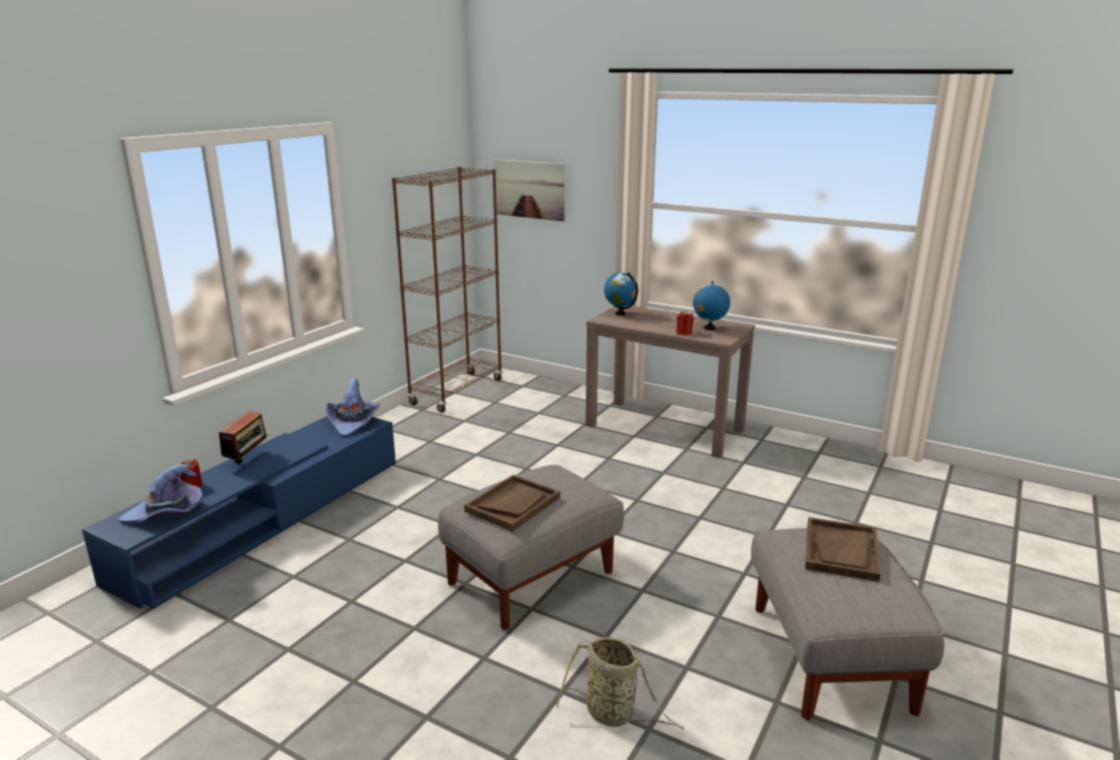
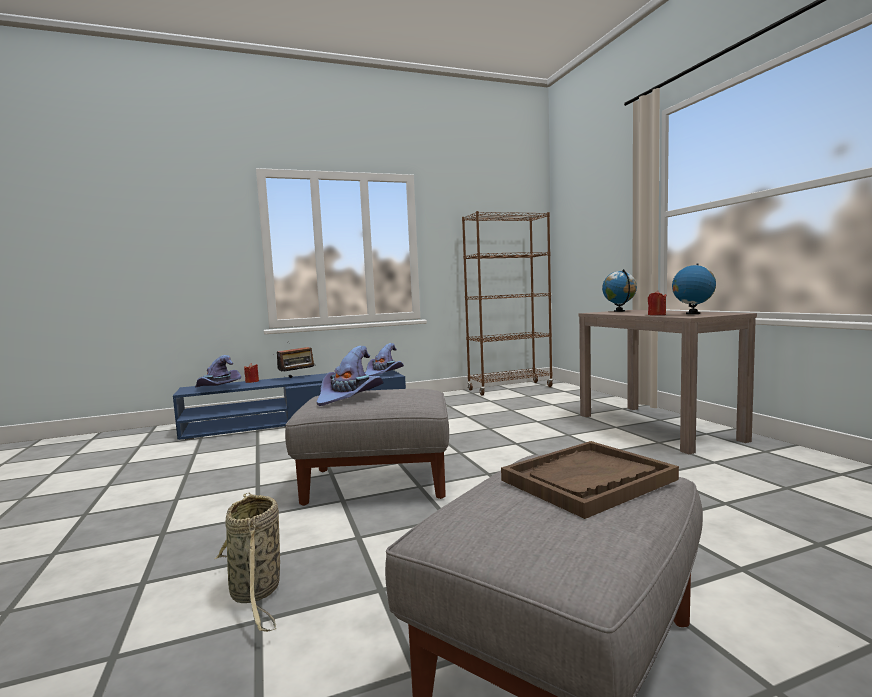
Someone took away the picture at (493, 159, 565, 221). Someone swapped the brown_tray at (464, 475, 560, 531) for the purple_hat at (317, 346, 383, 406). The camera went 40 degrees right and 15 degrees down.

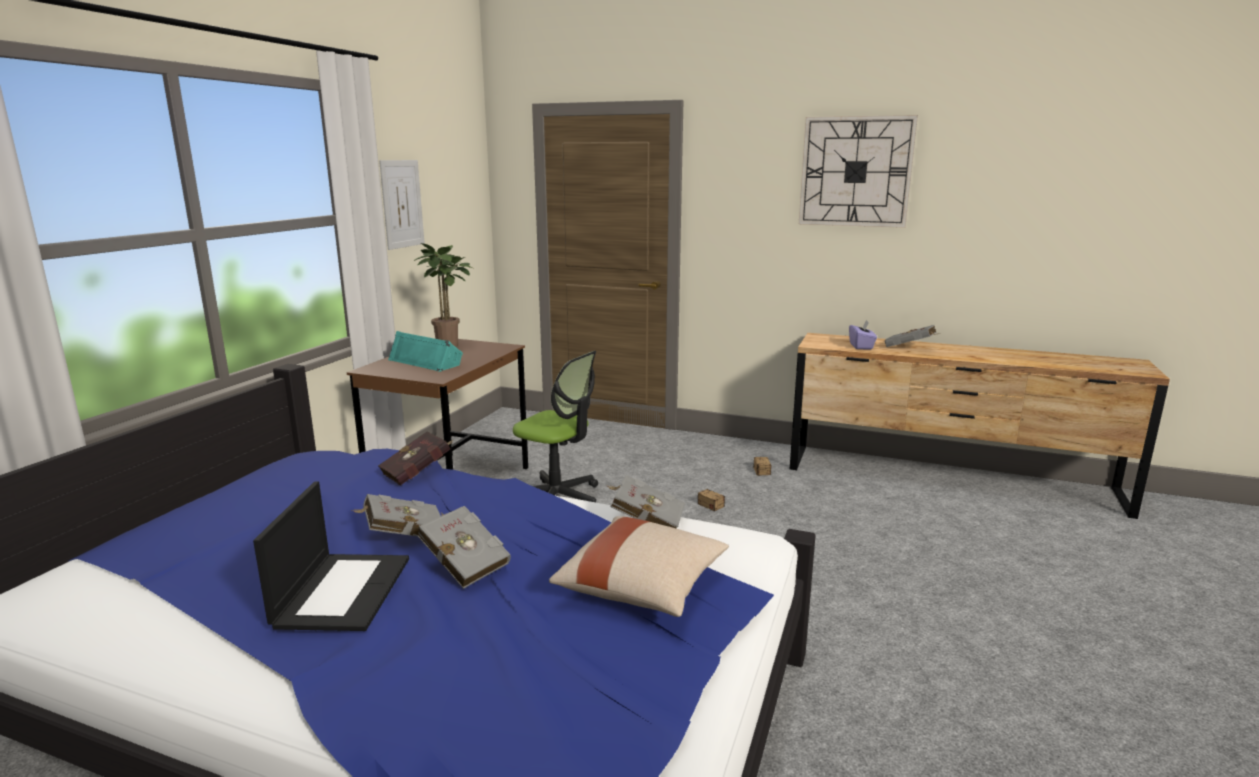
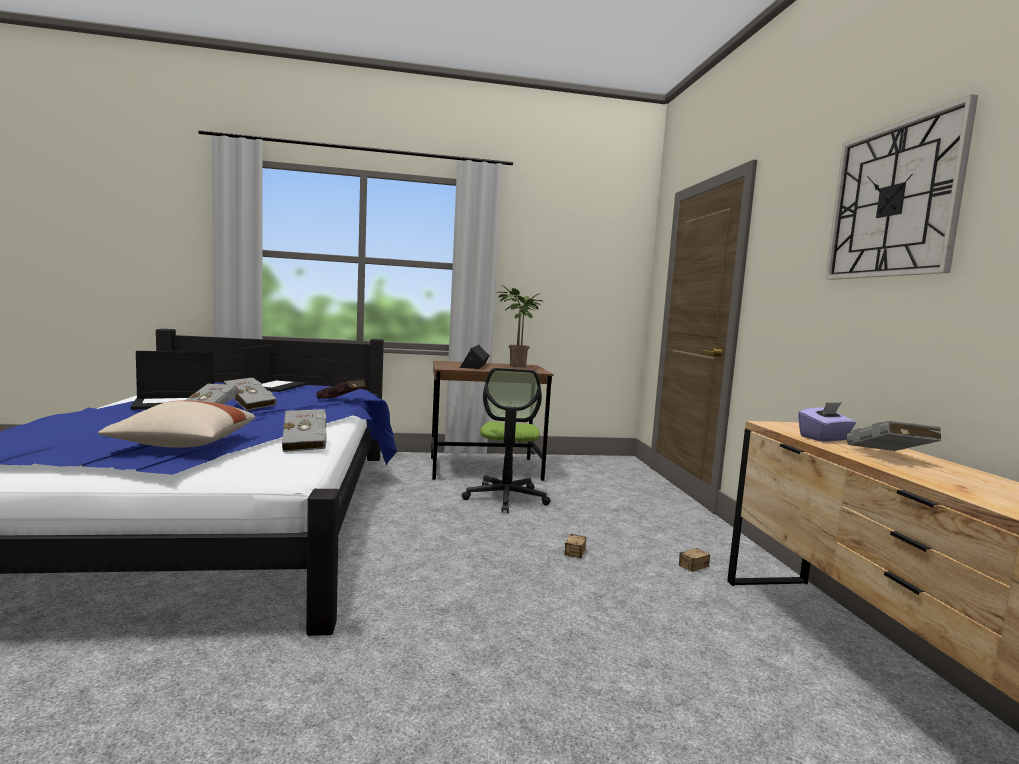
Someone took away the picture at (379, 160, 425, 250). Someone put down the laptop at (240, 344, 307, 392). Someone repainted the turquoise_speaker at (388, 331, 463, 372), which became the black_speaker at (460, 344, 490, 369). The camera went 60 degrees right and 10 degrees down.

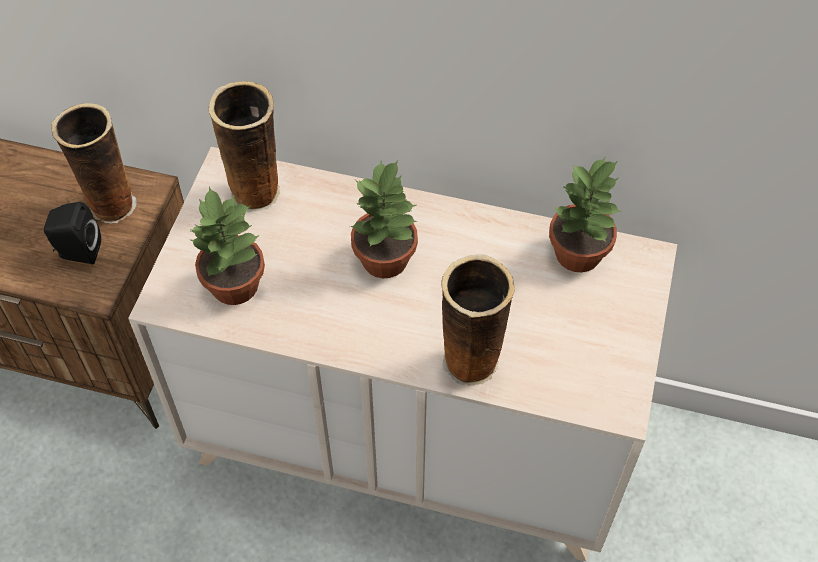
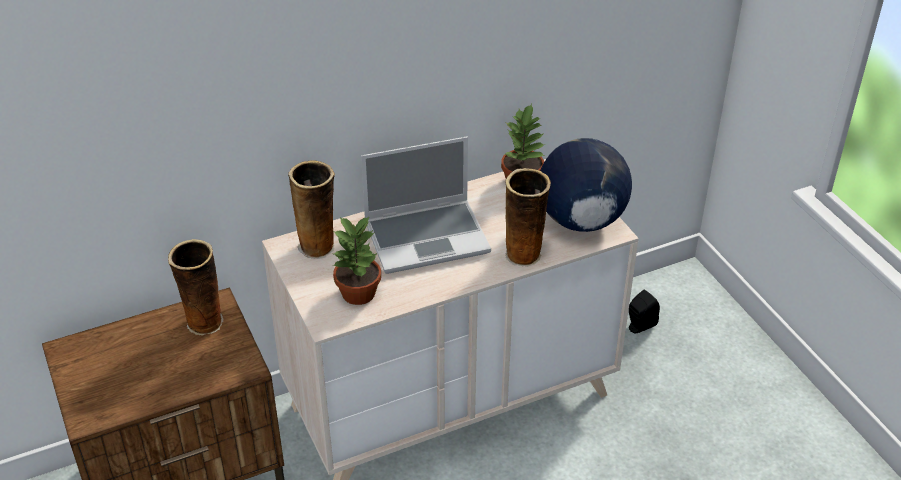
Someone put down the globe at (540, 138, 632, 232). Someone carried the black_speaker from (44, 202, 101, 264) to (629, 289, 660, 334). Someone swapped the potted_plant at (350, 160, 418, 278) for the laptop at (361, 137, 491, 274). The camera went 40 degrees left and 15 degrees down.

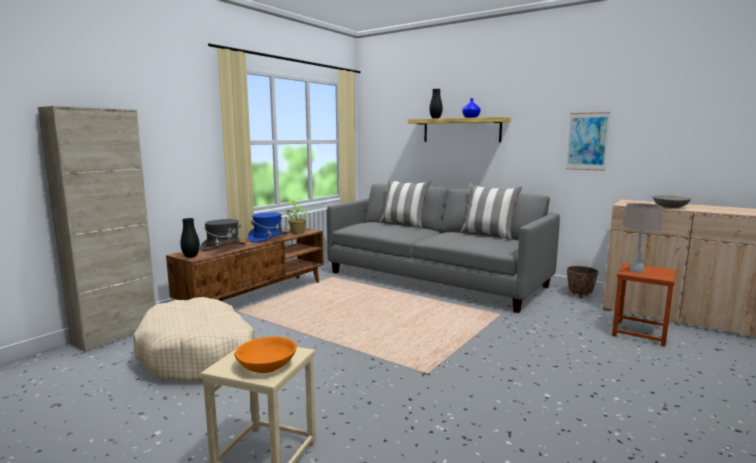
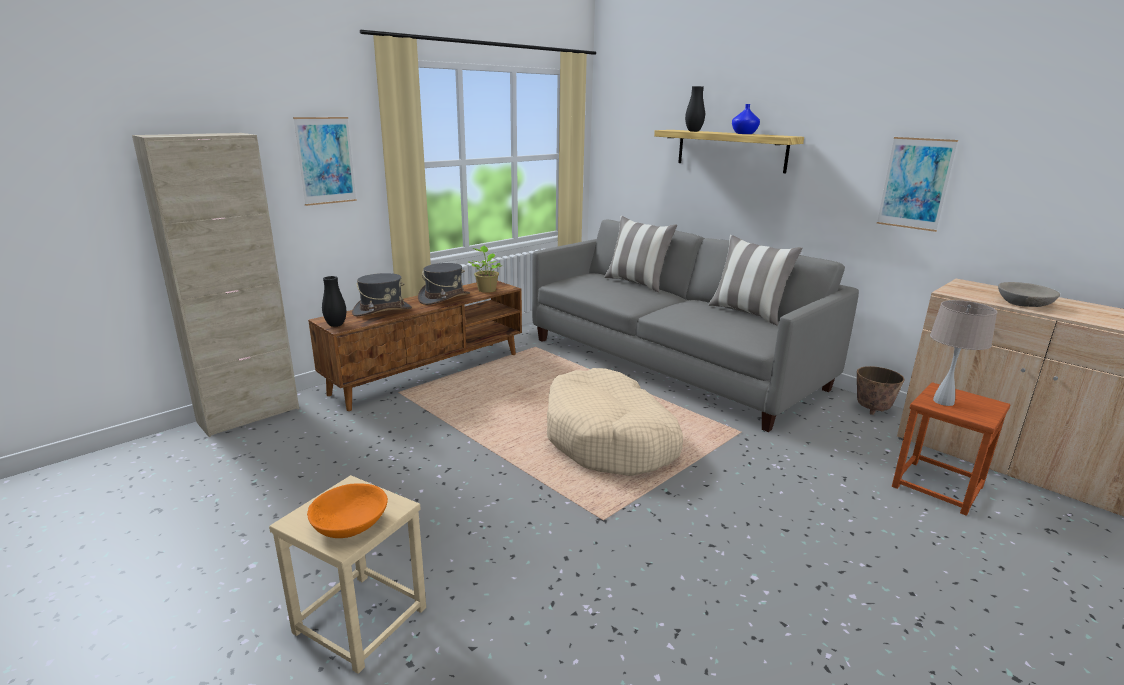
Someone put up the picture at (293, 117, 357, 206). Someone carried the beige_dog_bed from (133, 297, 256, 382) to (547, 368, 683, 476). Someone repainted the blue_hat at (248, 213, 287, 243), which became the grey_hat at (418, 263, 470, 305). The camera went 10 degrees right and 10 degrees up.

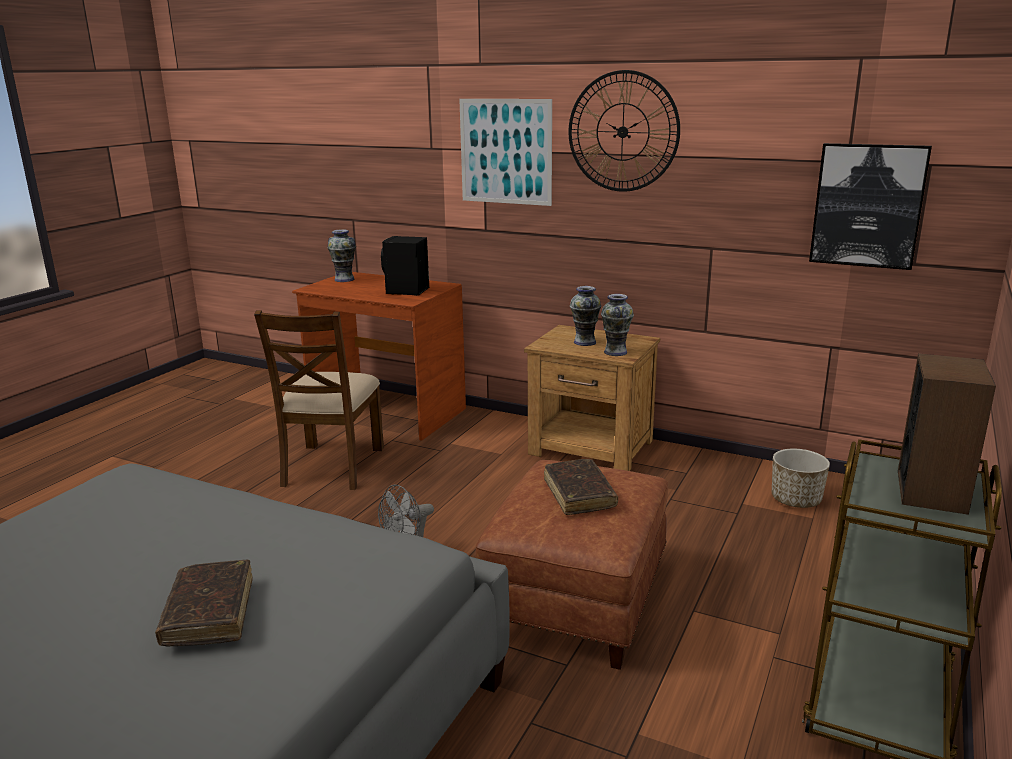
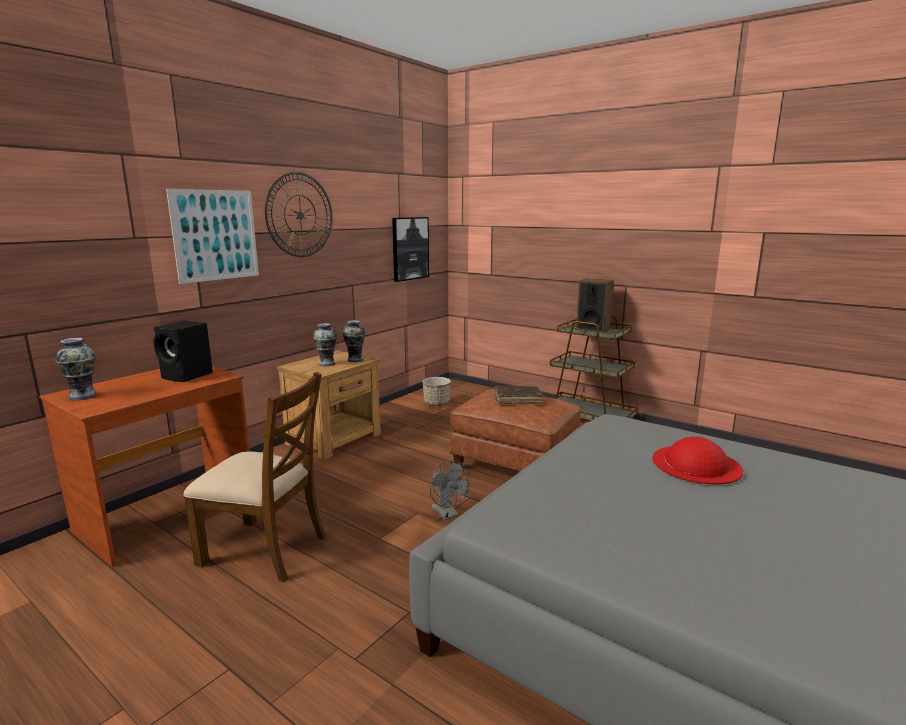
Someone swapped the brown_book at (155, 559, 252, 646) for the red_hat at (653, 437, 743, 485). The camera went 80 degrees left and 5 degrees down.

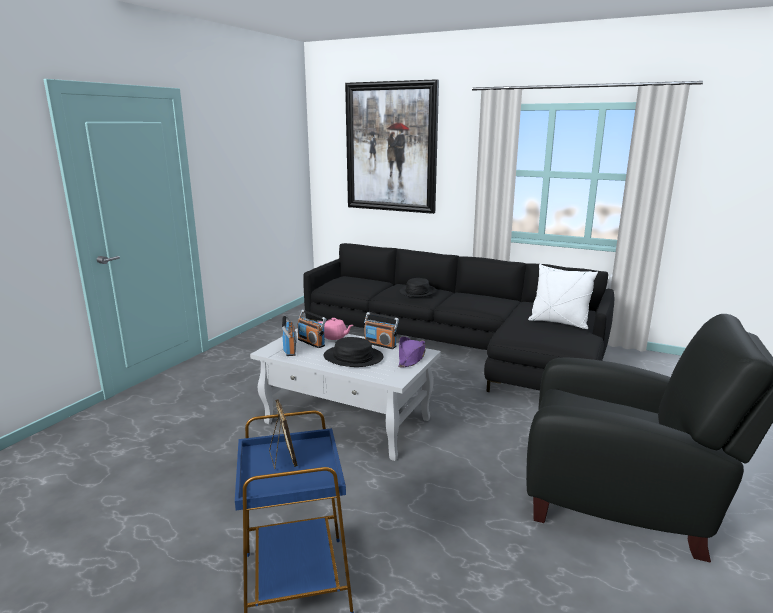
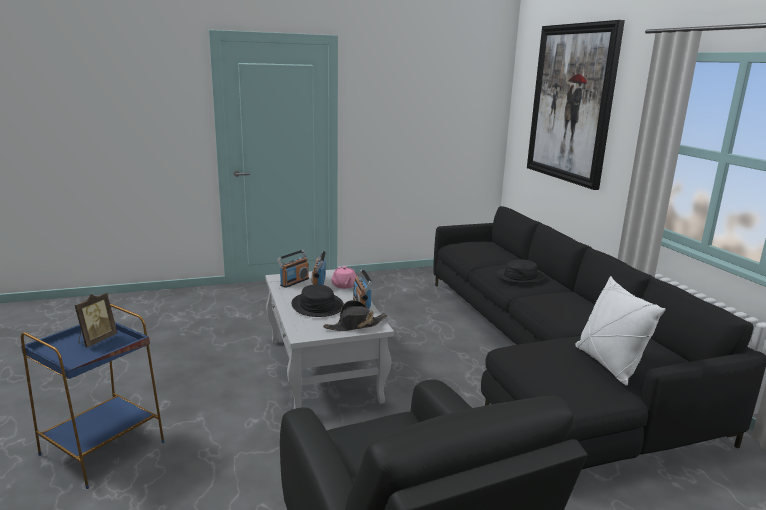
Someone repainted the purple_hat at (398, 337, 425, 368), which became the black_hat at (323, 300, 387, 331). The camera went 45 degrees right and 0 degrees up.

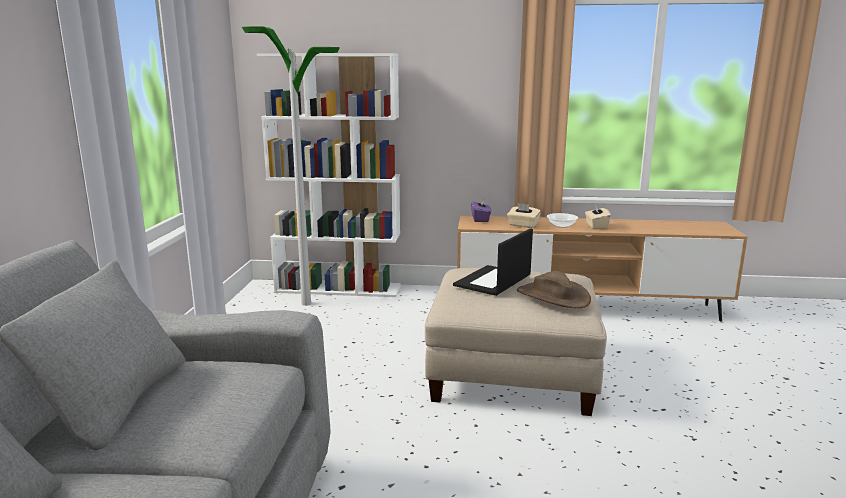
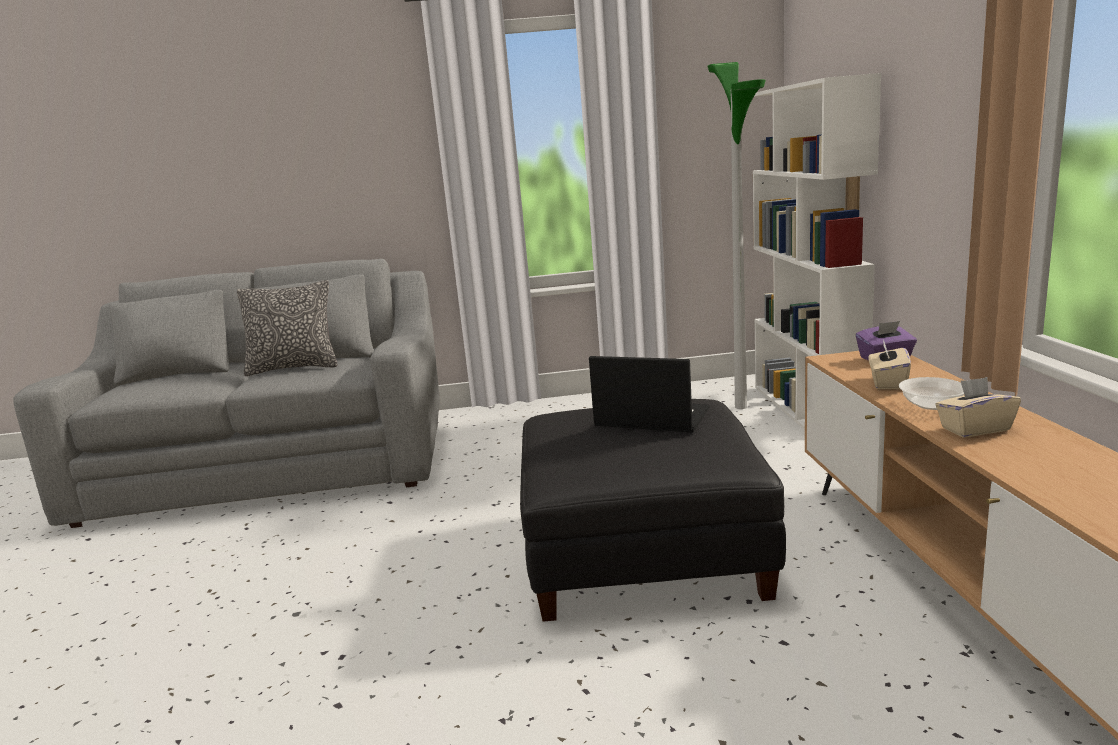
Someone took away the brown_hat at (517, 271, 591, 308). Someone put down the pillow at (237, 280, 337, 376). Someone repainted the beige_ottoman at (425, 268, 607, 416), which became the black_ottoman at (520, 399, 786, 622). The camera went 80 degrees right and 0 degrees up.

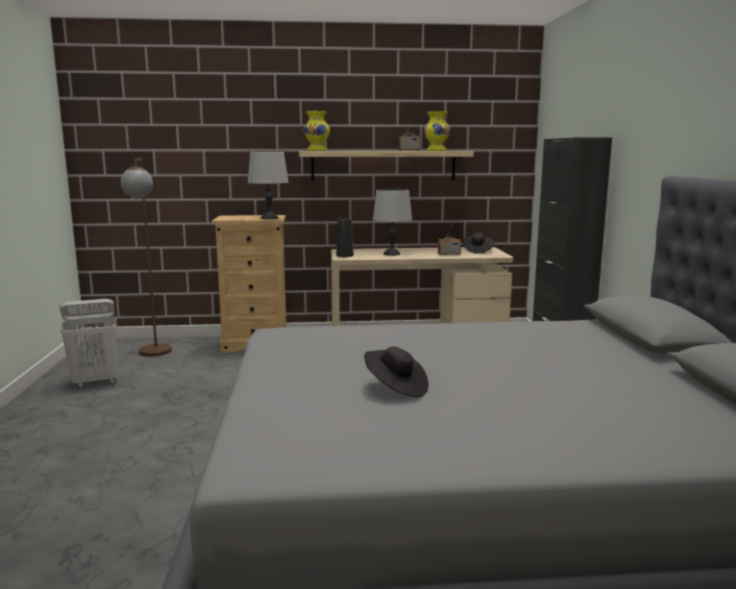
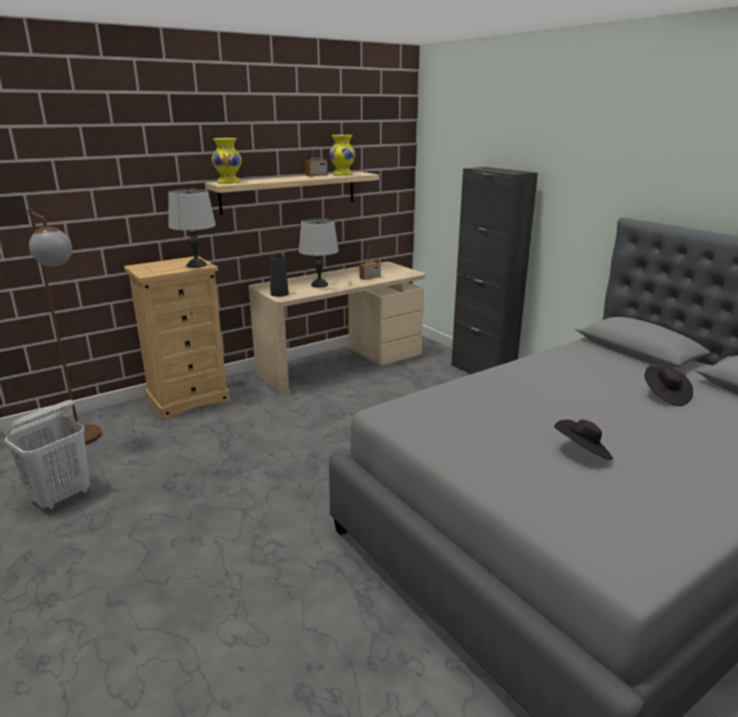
Someone carried the black_hat from (463, 233, 494, 254) to (644, 366, 693, 406). The camera went 30 degrees left and 10 degrees up.

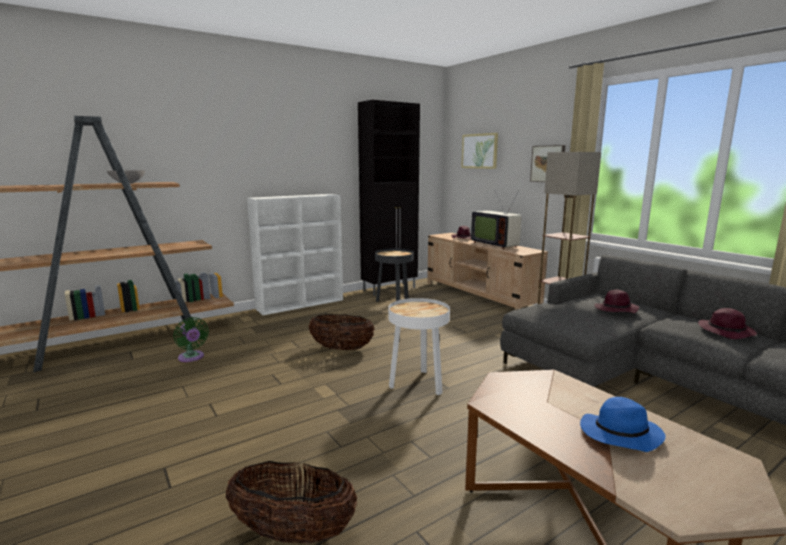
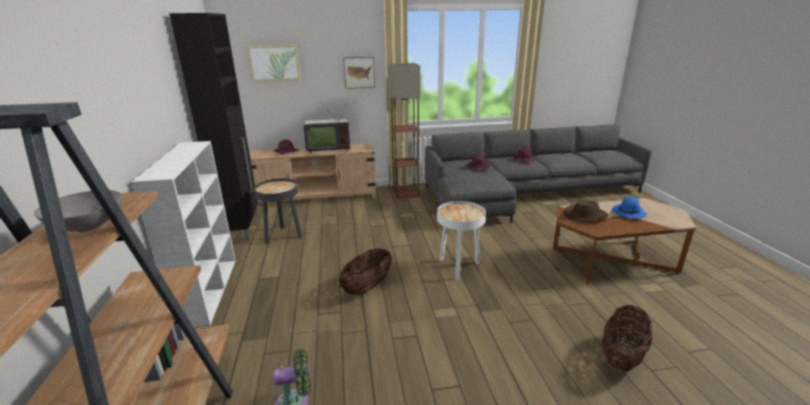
Someone put down the brown_hat at (564, 200, 609, 221). The camera went 65 degrees left and 10 degrees up.

